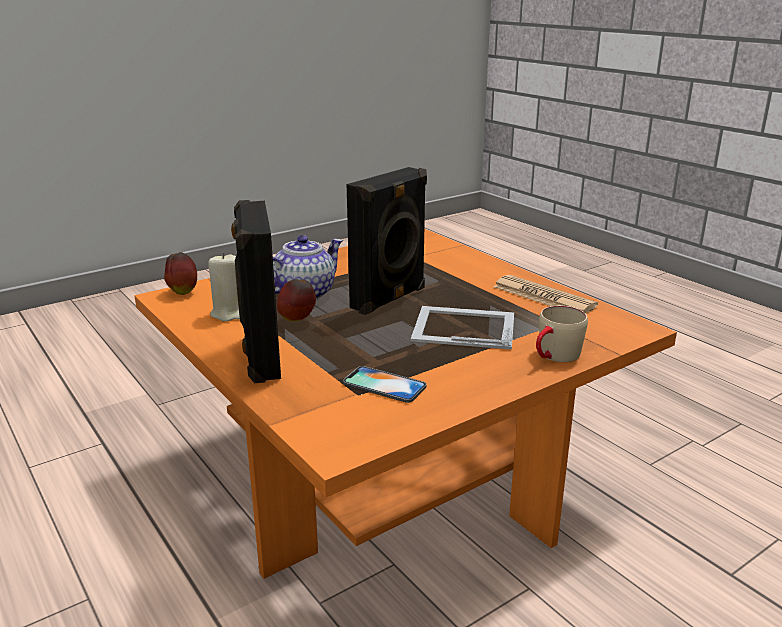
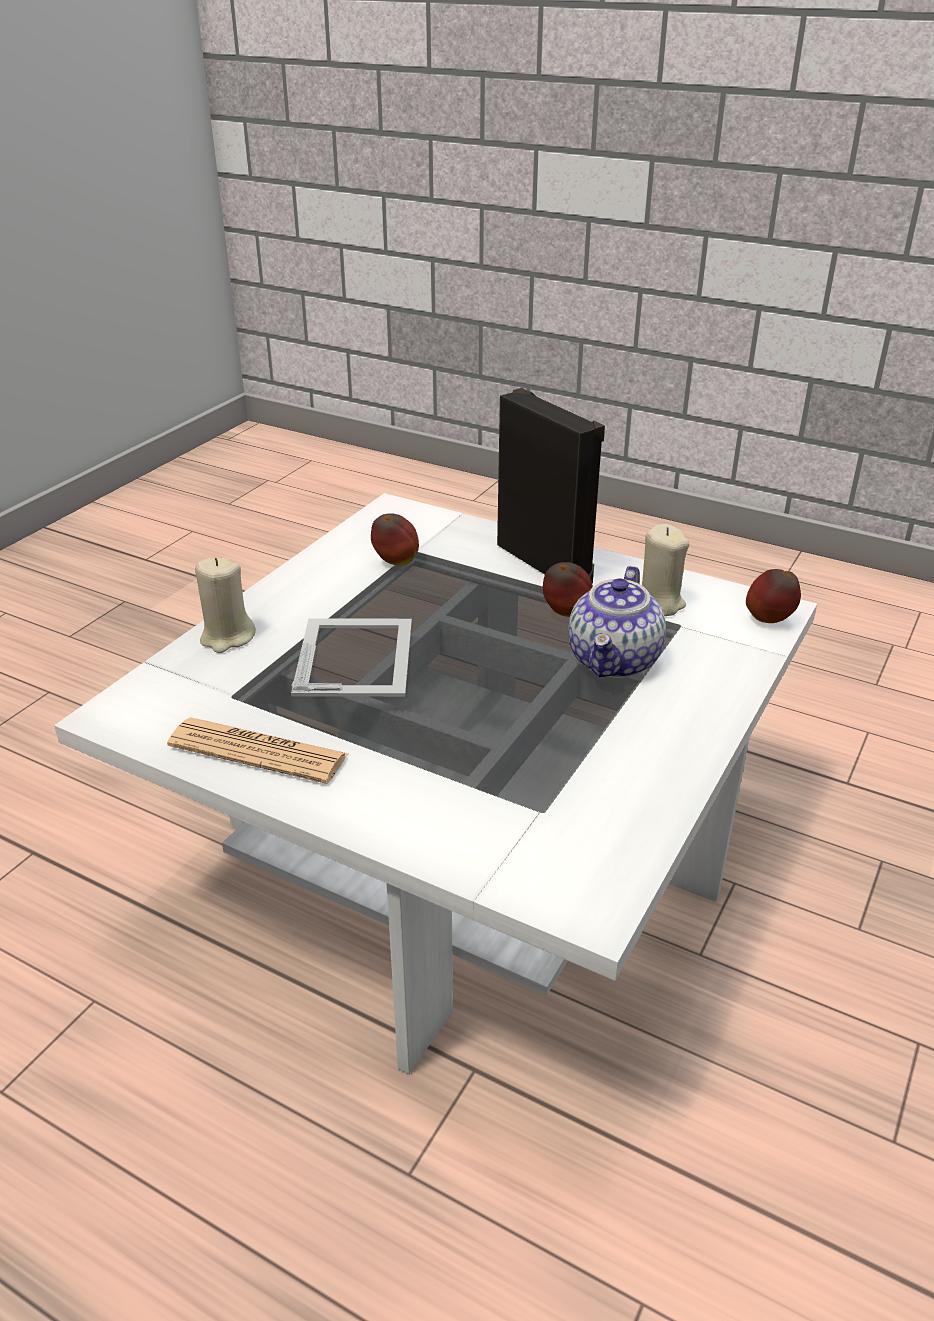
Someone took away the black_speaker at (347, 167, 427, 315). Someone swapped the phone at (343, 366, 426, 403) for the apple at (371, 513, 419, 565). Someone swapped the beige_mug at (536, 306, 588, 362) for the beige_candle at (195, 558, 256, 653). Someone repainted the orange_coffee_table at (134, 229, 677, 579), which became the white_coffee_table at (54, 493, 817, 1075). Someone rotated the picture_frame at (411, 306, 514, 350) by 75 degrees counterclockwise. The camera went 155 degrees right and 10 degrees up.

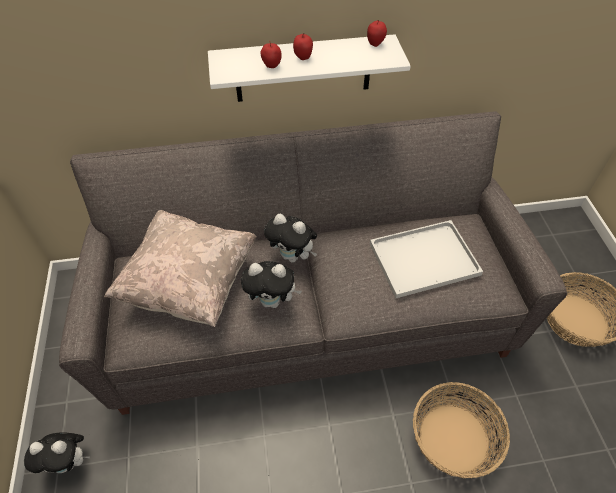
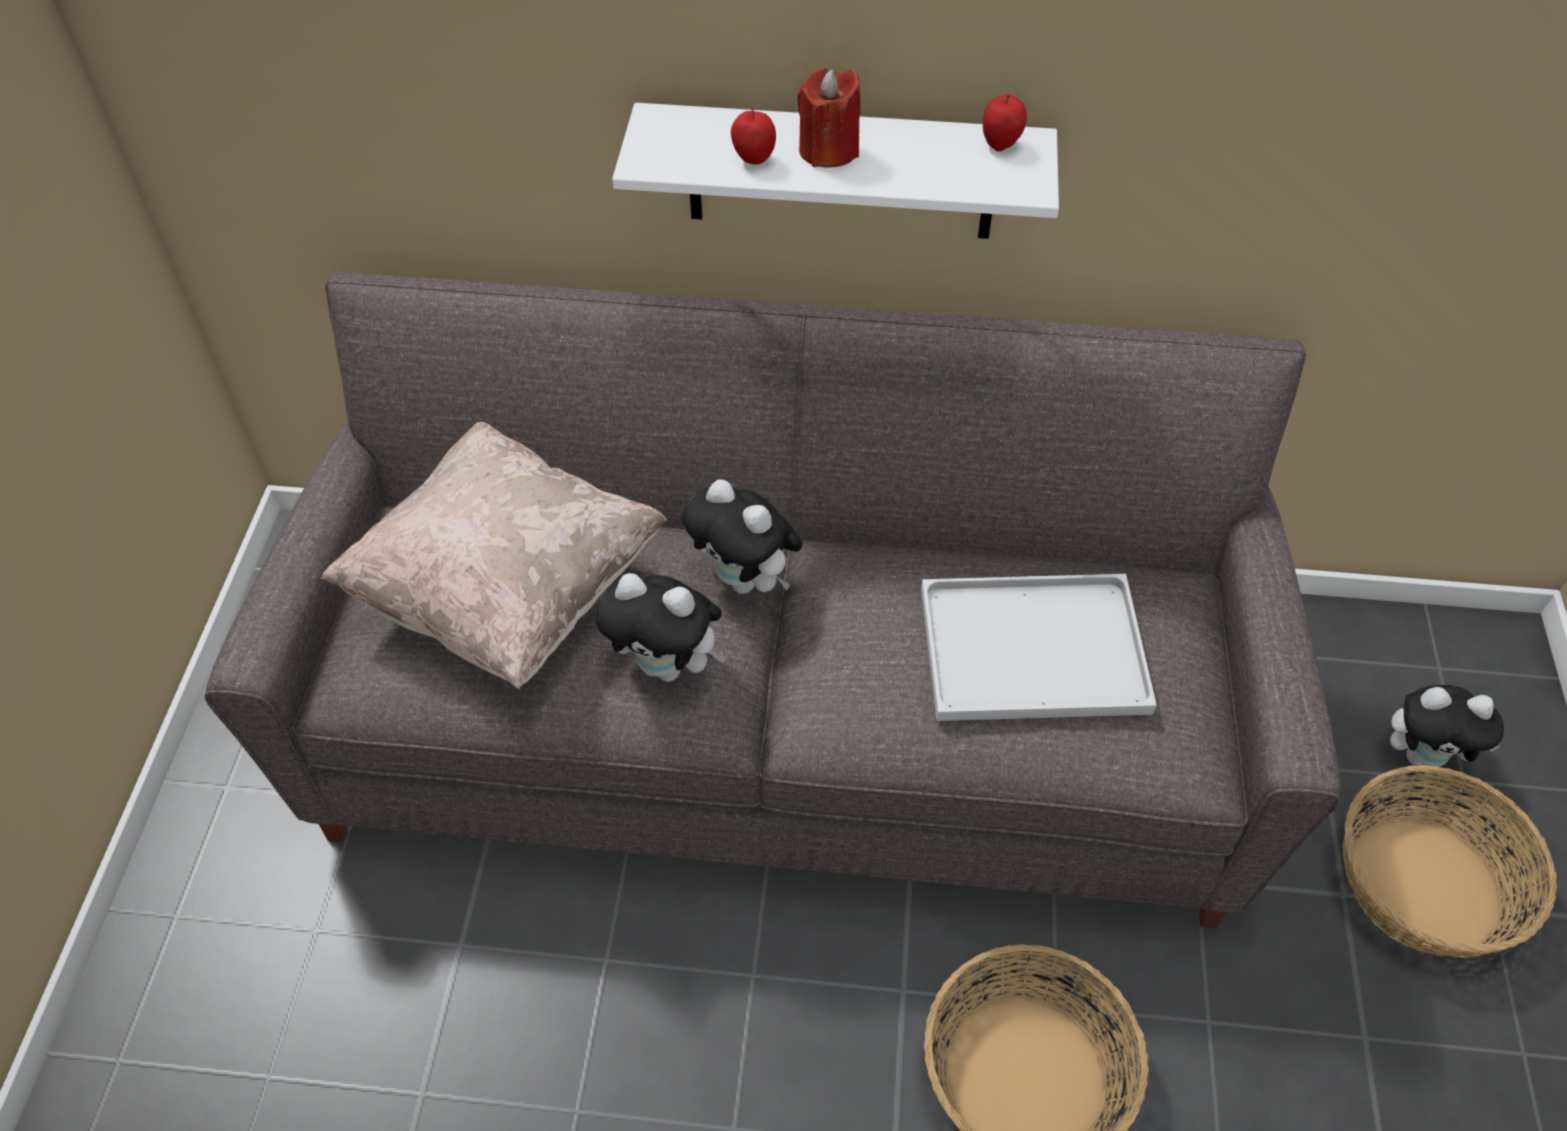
Someone carried the plush_toy from (24, 432, 90, 473) to (1390, 685, 1504, 767). Someone swapped the apple at (293, 33, 313, 60) for the red_candle at (797, 69, 861, 168). The camera went 15 degrees right and 0 degrees up.

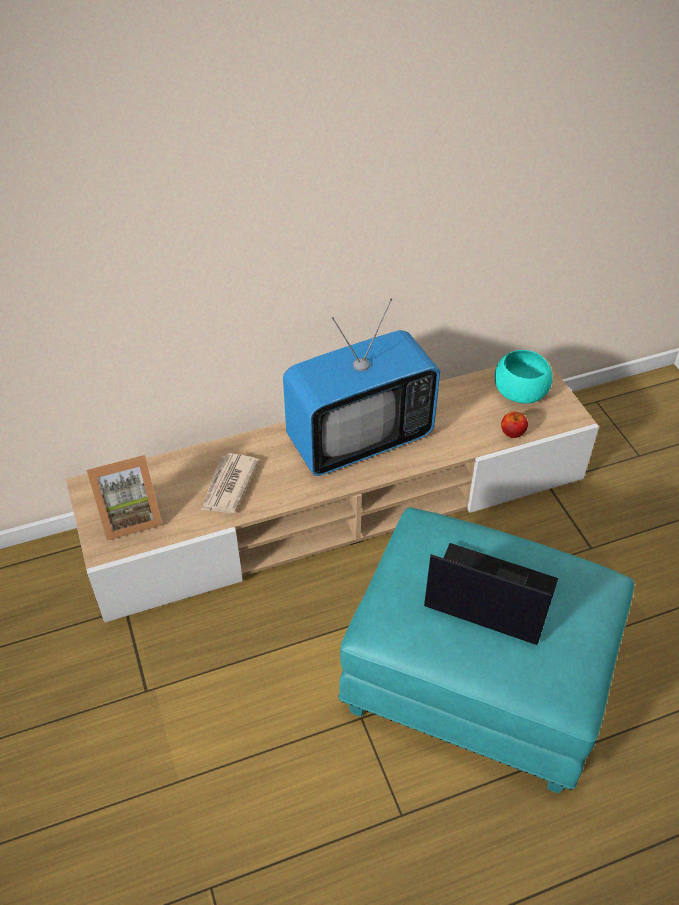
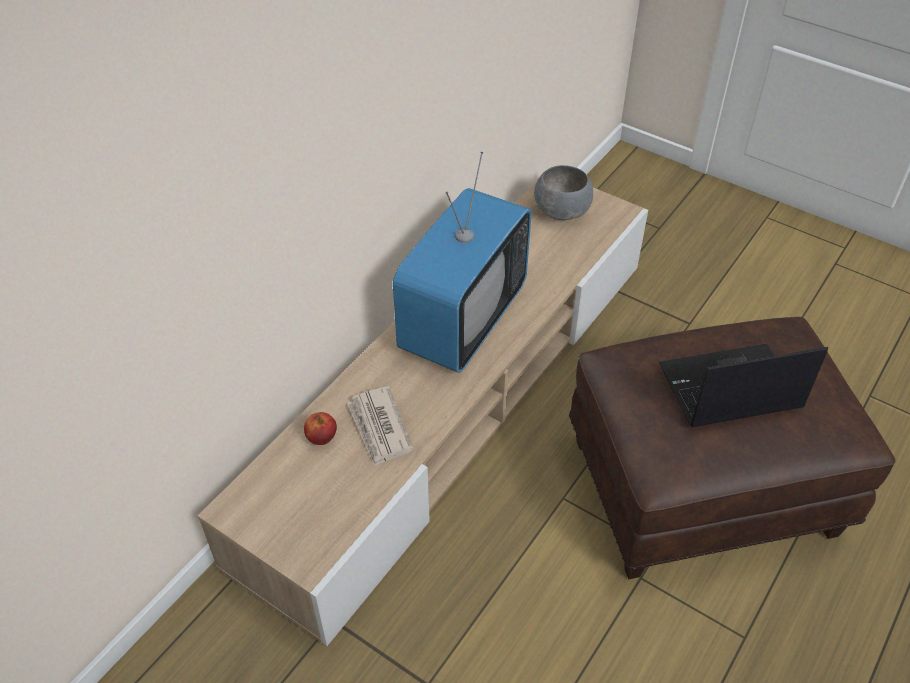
Someone took away the picture_frame at (87, 455, 162, 541). Someone carried the apple from (501, 412, 528, 438) to (304, 412, 337, 445). Someone repainted the turquoise_ottoman at (338, 507, 634, 794), which became the brown_ottoman at (569, 317, 895, 579). Someone repainted the turquoise_bowl at (495, 350, 553, 404), which became the grey_bowl at (534, 165, 593, 220). The camera went 35 degrees left and 0 degrees up.

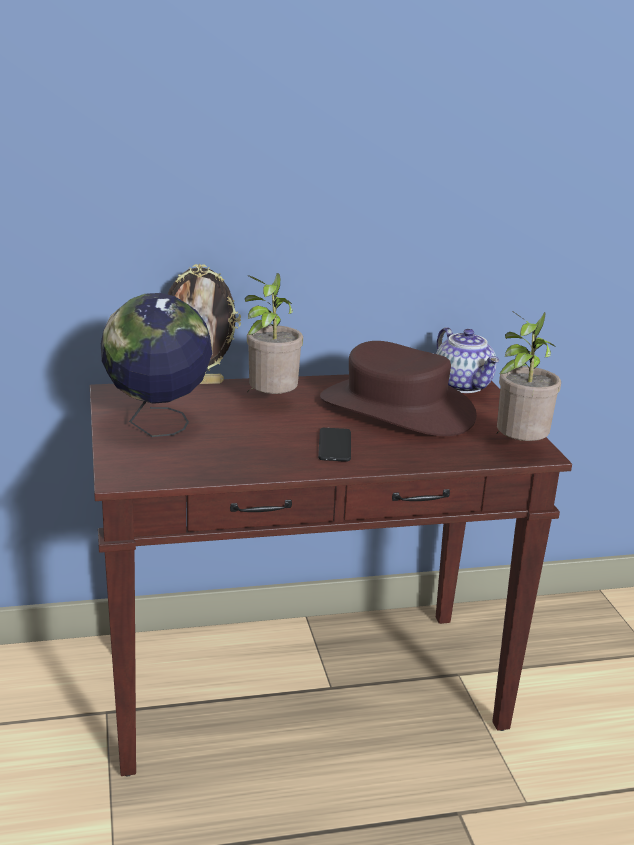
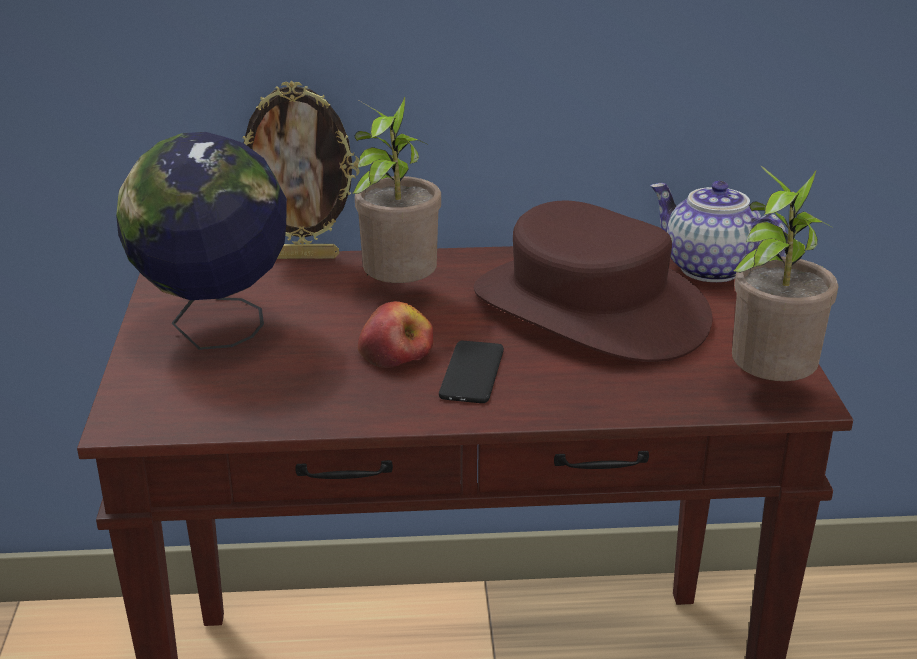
Someone put down the apple at (358, 301, 434, 368). Someone rotated the teapot at (436, 327, 499, 393) by 150 degrees clockwise. The camera went 10 degrees right and 5 degrees up.

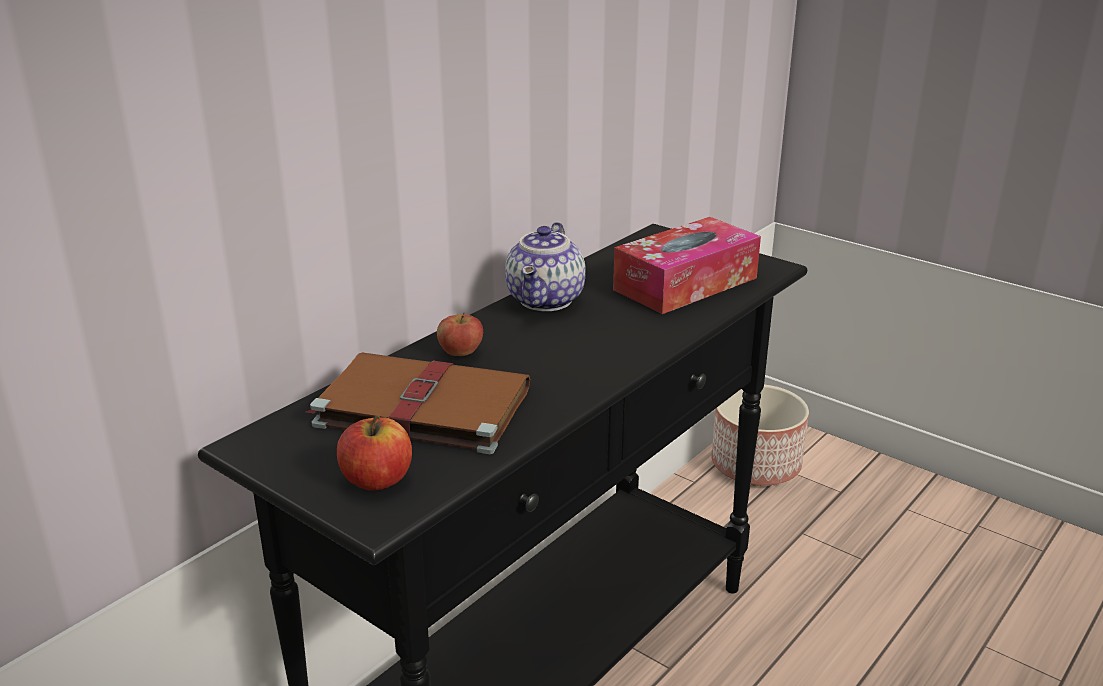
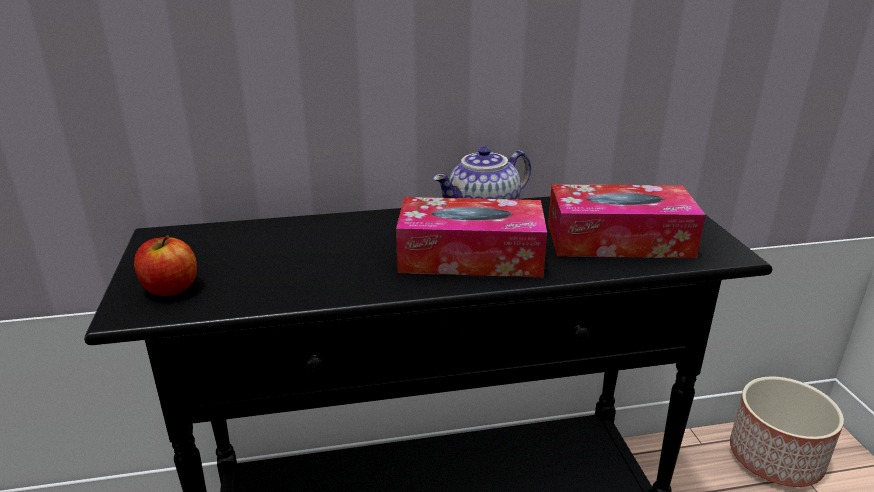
Someone took away the brown_book at (306, 352, 530, 454). Someone took away the apple at (437, 313, 483, 356). Someone put down the tissue_box at (396, 197, 547, 277). The camera went 40 degrees right and 0 degrees up.

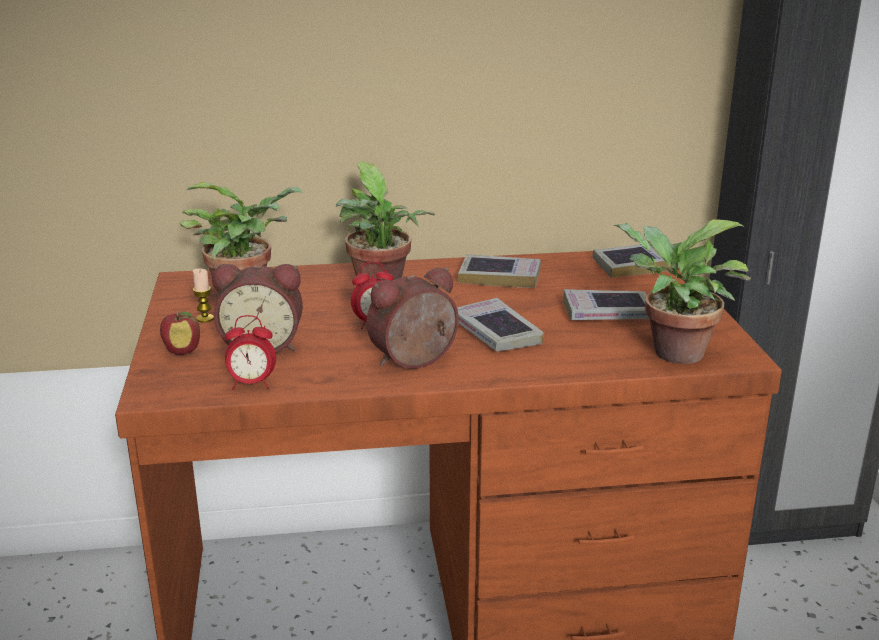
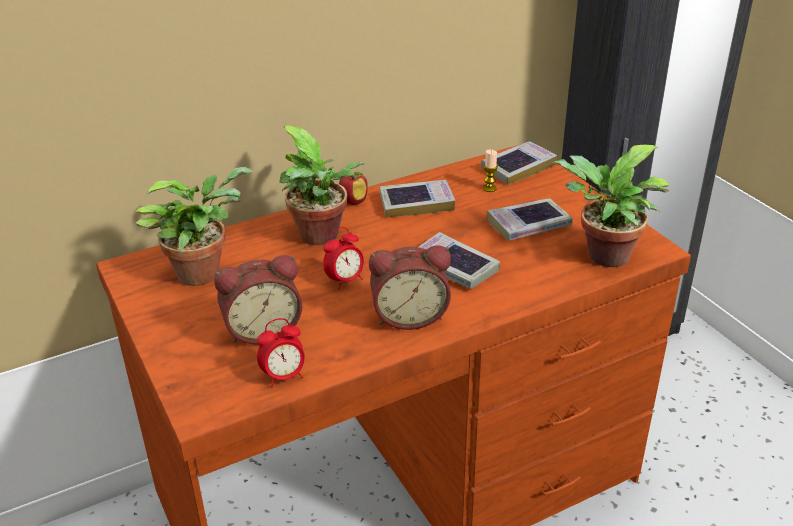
Someone carried the apple from (160, 311, 200, 355) to (339, 171, 368, 205). Someone carried the candle from (193, 268, 214, 322) to (483, 150, 498, 192). Someone rotated the alarm_clock at (366, 267, 459, 369) by 135 degrees counterclockwise. The camera went 20 degrees left and 10 degrees up.

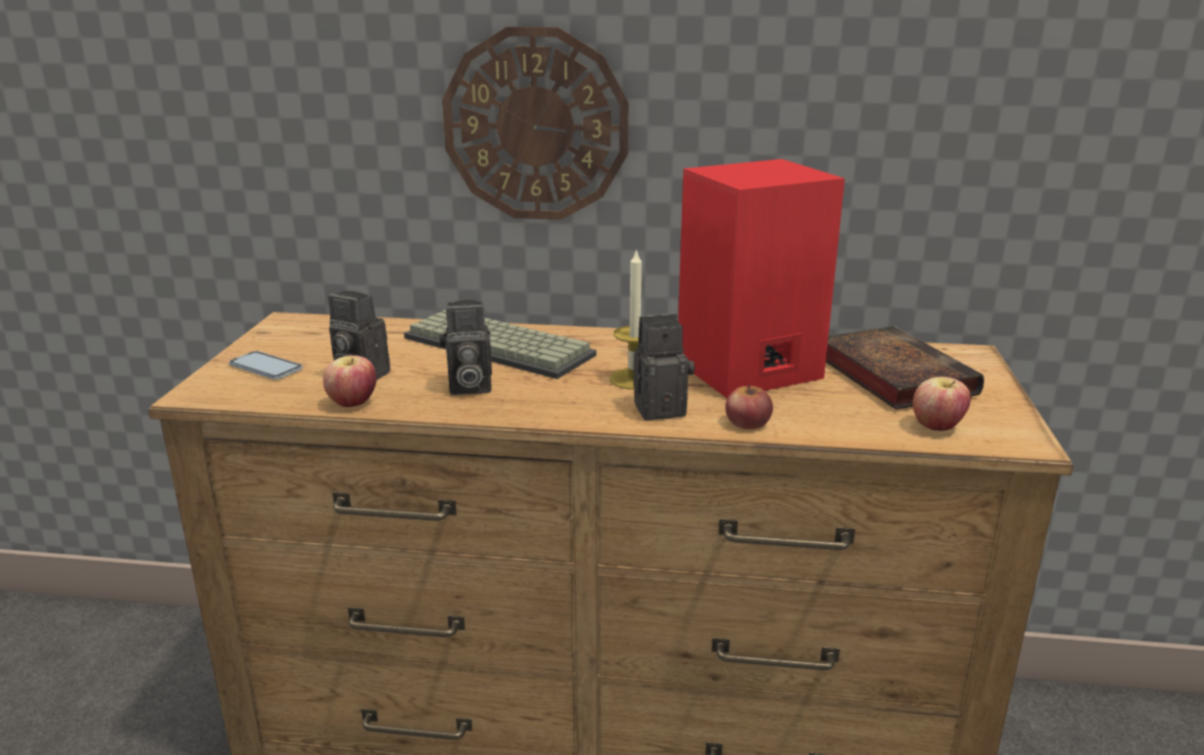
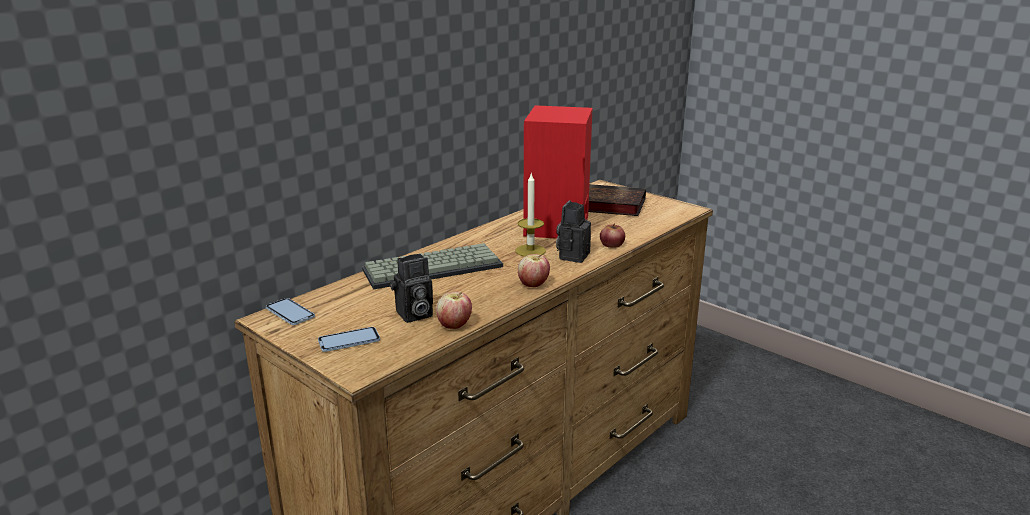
Someone took away the photo_camera at (439, 300, 492, 395). Someone took away the wall_clock at (442, 27, 629, 220). Someone put down the phone at (266, 298, 315, 325). Someone carried the apple from (913, 377, 971, 431) to (518, 254, 550, 287). The camera went 55 degrees left and 0 degrees up.

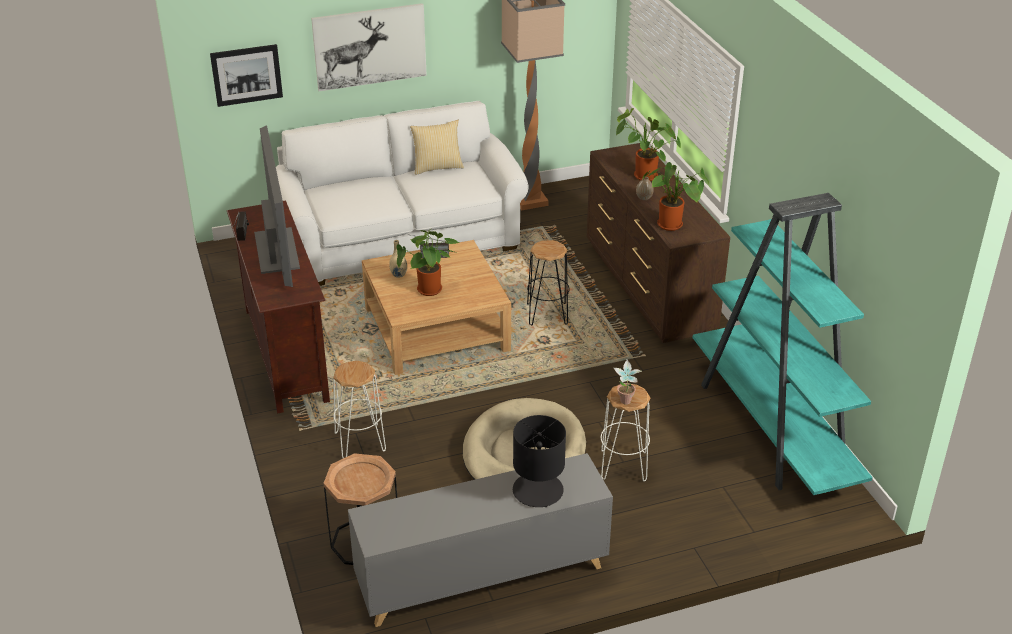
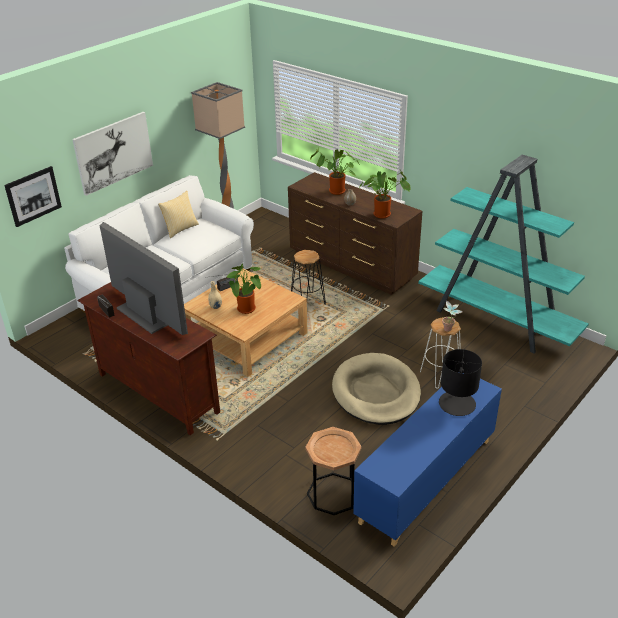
Someone took away the white_stool at (333, 361, 386, 458). Someone repainted the grey_cabinet at (348, 453, 613, 627), which became the blue_cabinet at (353, 372, 502, 546). The camera went 30 degrees left and 0 degrees up.

